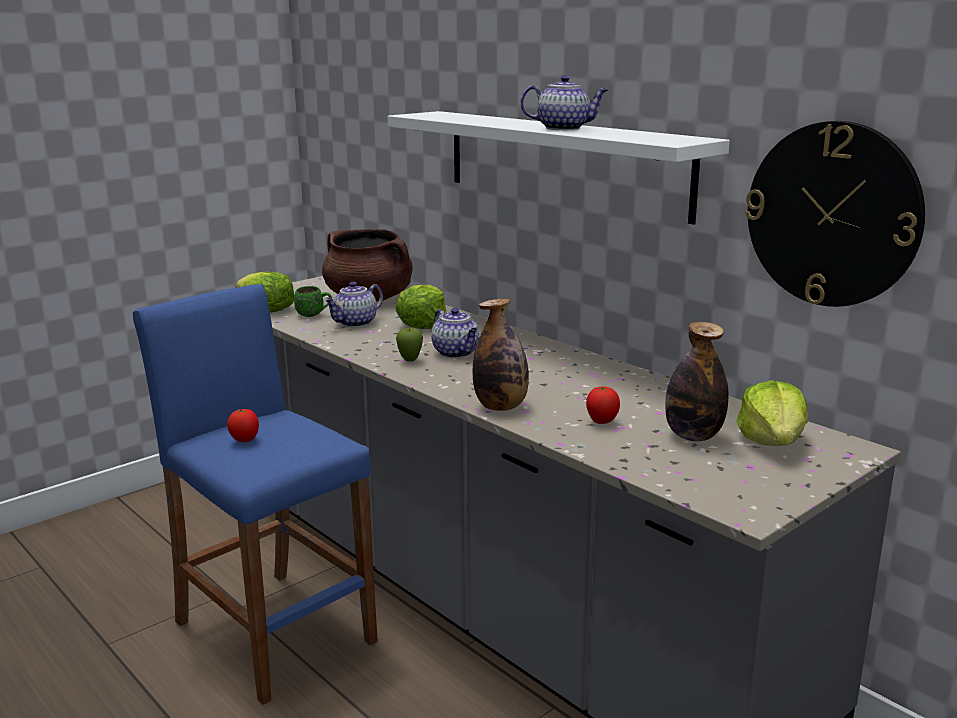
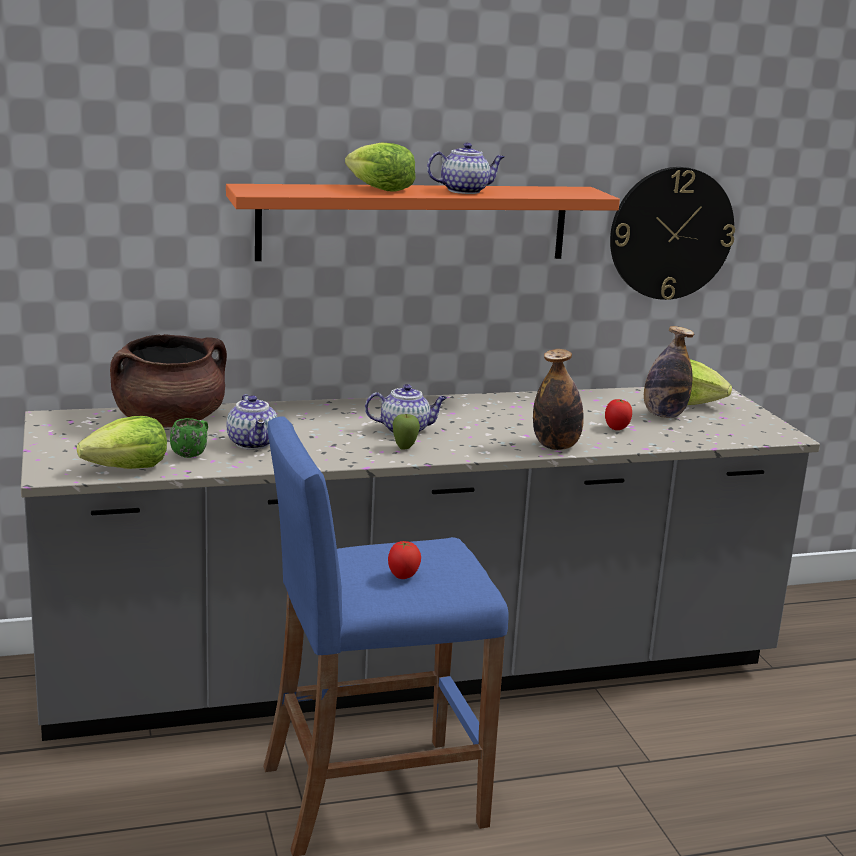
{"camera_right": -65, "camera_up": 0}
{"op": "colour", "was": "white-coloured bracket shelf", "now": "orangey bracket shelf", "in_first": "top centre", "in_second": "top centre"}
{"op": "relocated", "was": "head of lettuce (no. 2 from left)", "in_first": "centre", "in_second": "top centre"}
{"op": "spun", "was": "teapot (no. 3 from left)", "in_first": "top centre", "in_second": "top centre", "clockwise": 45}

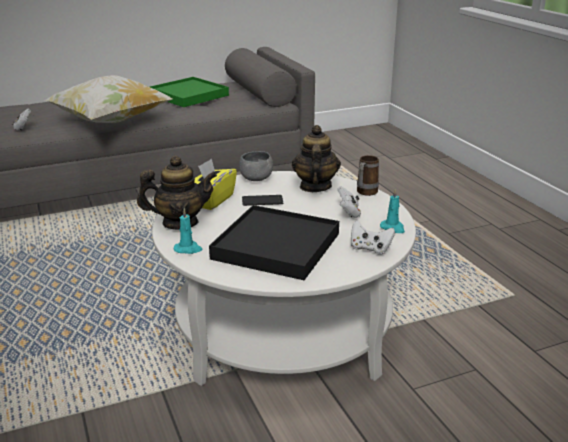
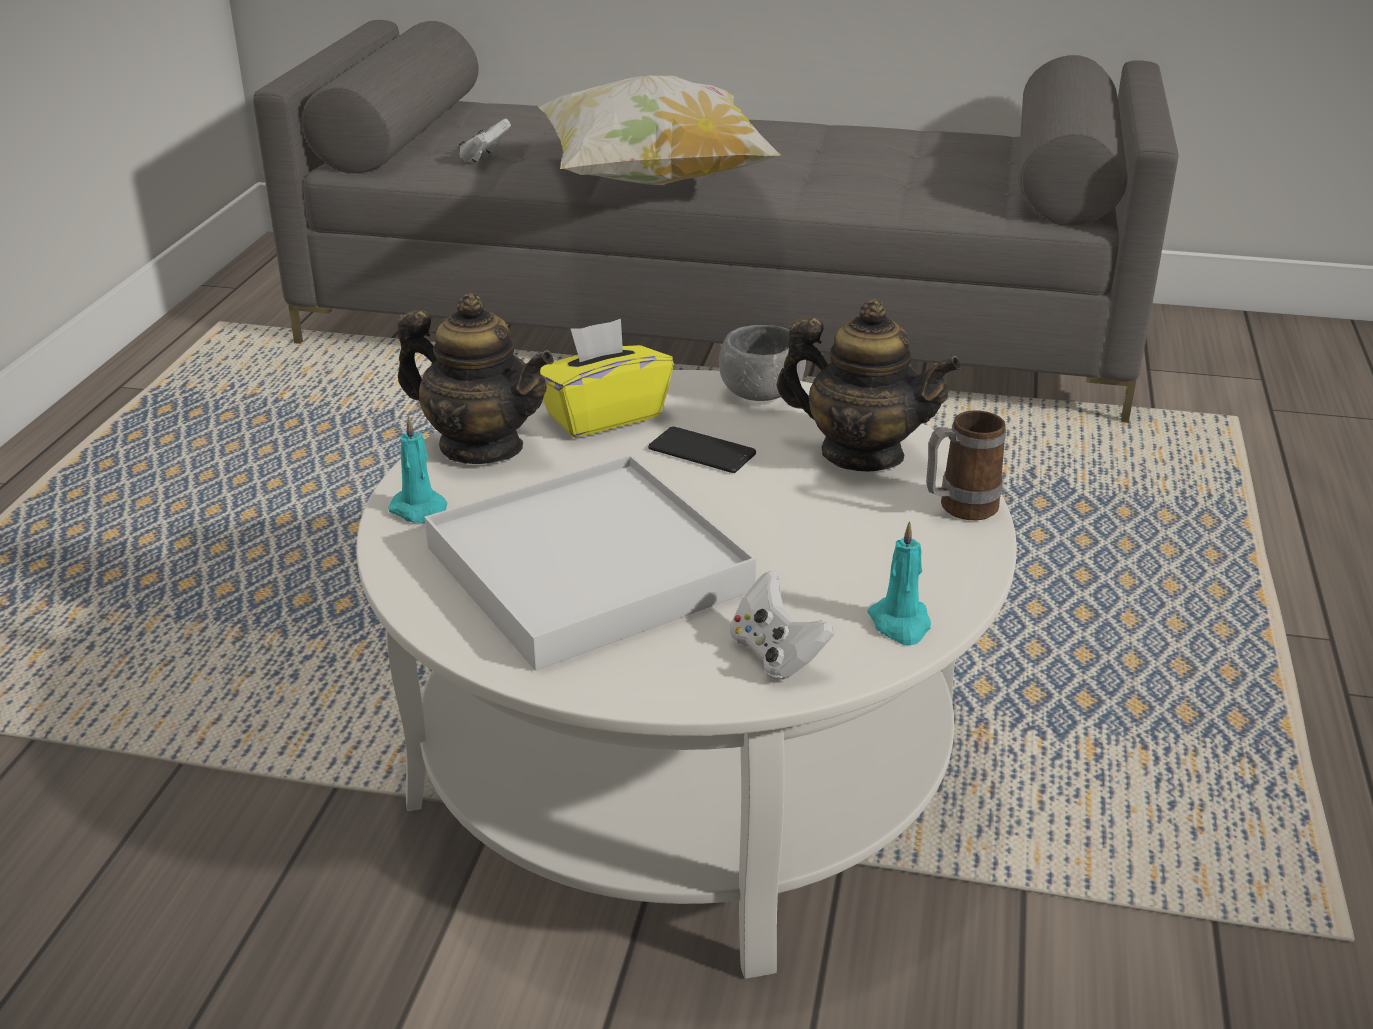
{"camera_right": 35, "camera_up": 5}
{"op": "missing", "was": "green tray", "in_first": "top left"}
{"op": "colour", "was": "blackish tray", "now": "white-coloured tray", "in_first": "centre", "in_second": "centre"}
{"op": "spun", "was": "teapot (no. 2 from left)", "in_first": "centre", "in_second": "centre", "clockwise": 75}
{"op": "missing", "was": "white-coloured game controller (no. 2 from left)", "in_first": "centre"}

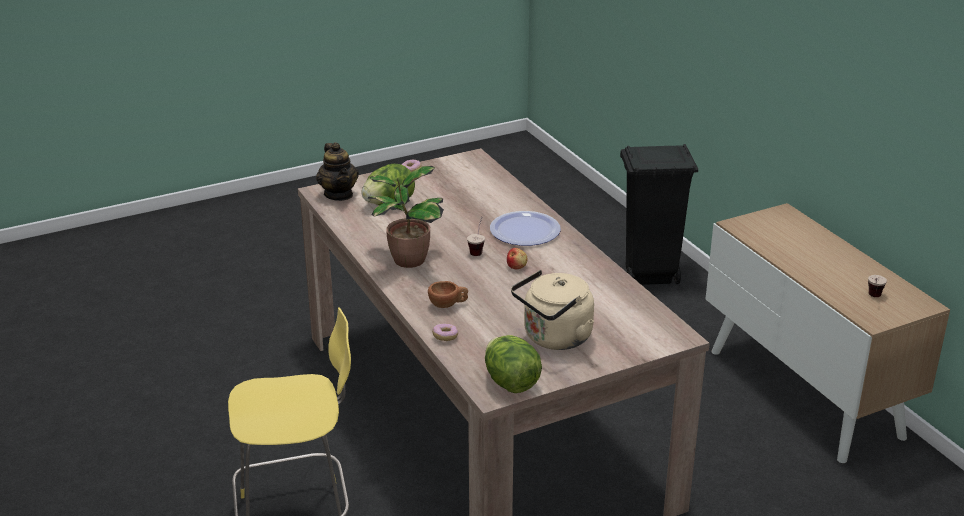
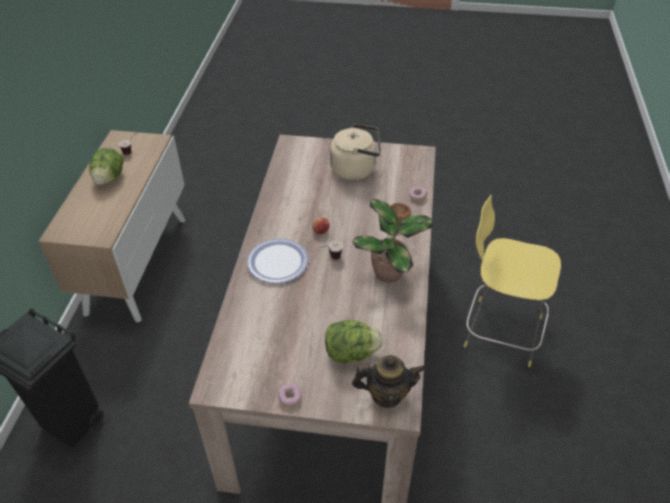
{"camera_right": -145, "camera_up": 15}
{"op": "spun", "was": "teapot", "in_first": "top centre", "in_second": "bottom centre", "clockwise": 75}
{"op": "relocated", "was": "head of lettuce (no. 2 from left in the first image)", "now": "head of lettuce (no. 1 from left)", "in_first": "bottom centre", "in_second": "top left"}

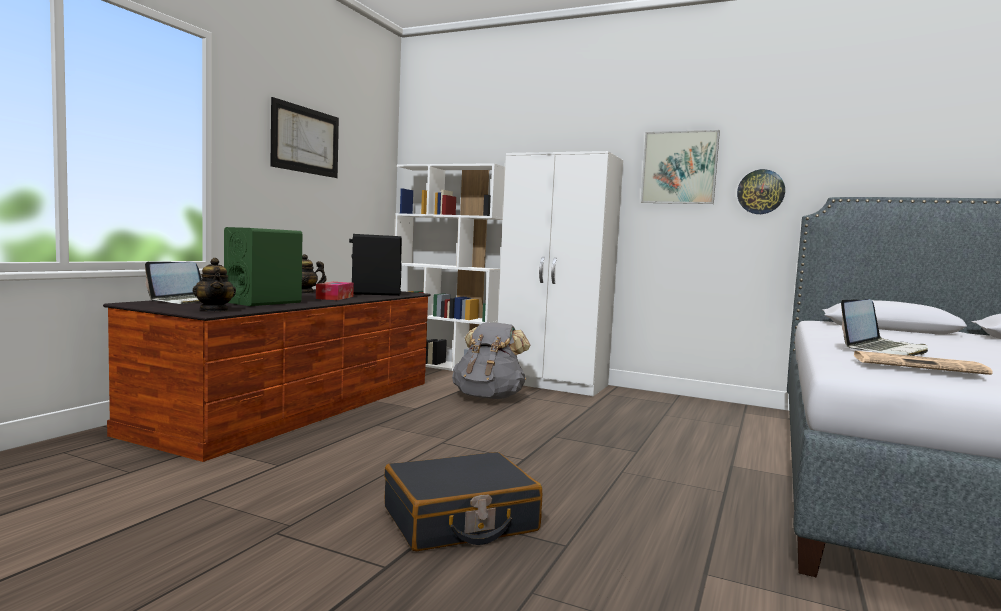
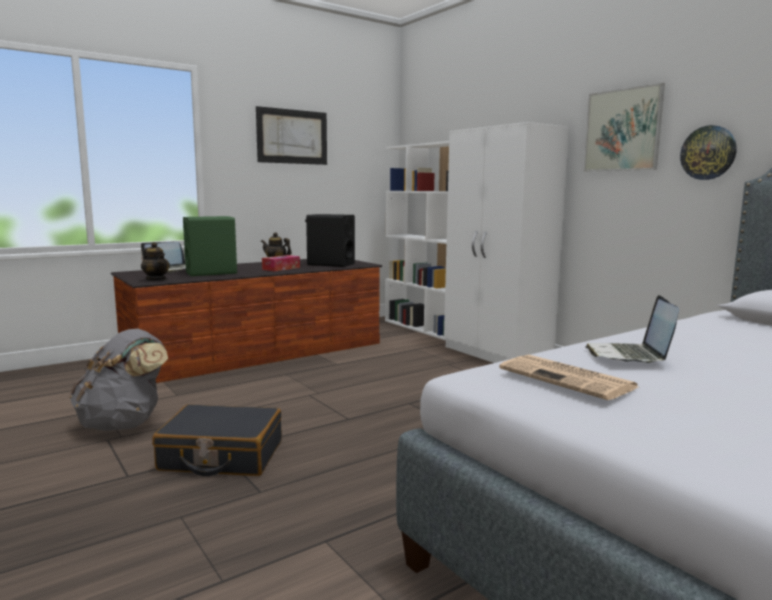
{"camera_right": 30, "camera_up": 5}
{"op": "spun", "was": "teapot (no. 1 from left)", "in_first": "middle left", "in_second": "middle left", "clockwise": -45}
{"op": "relocated", "was": "gray backpack", "in_first": "centre", "in_second": "middle left"}
{"op": "spun", "was": "notebook computer (no. 2 from left)", "in_first": "middle right", "in_second": "middle right", "clockwise": 105}

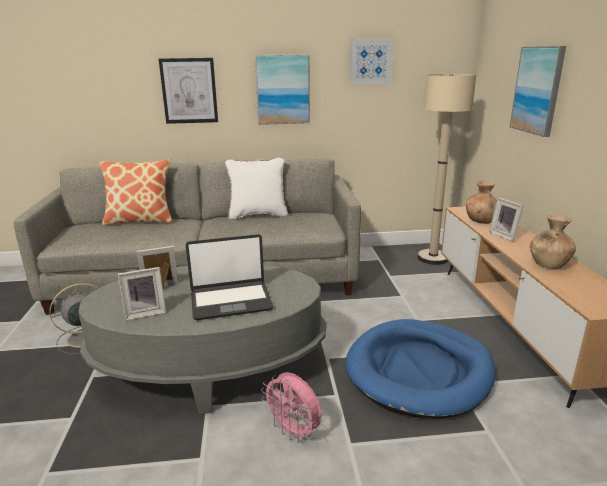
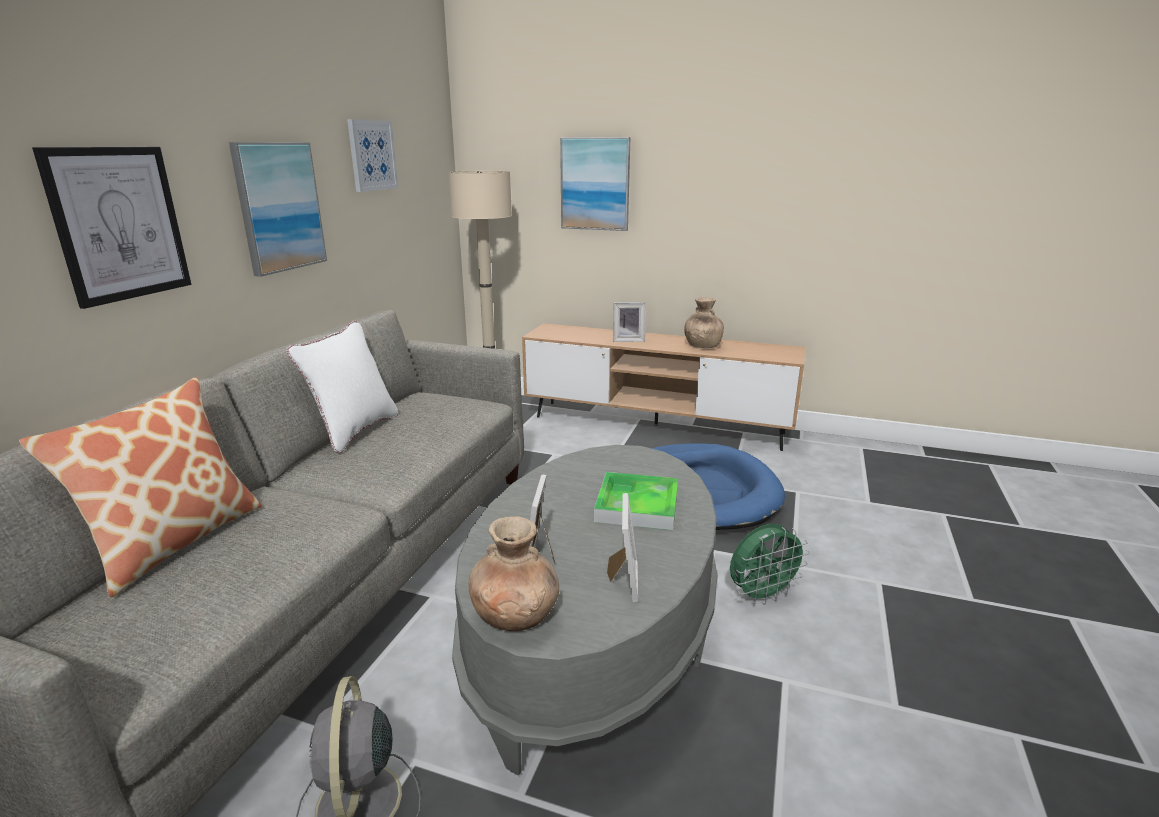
{"camera_right": -65, "camera_up": 0}
{"op": "exchanged", "was": "notebook computer", "now": "tray", "in_first": "centre", "in_second": "centre"}
{"op": "colour", "was": "pinkish cooling fan", "now": "green cooling fan", "in_first": "bottom centre", "in_second": "bottom centre"}
{"op": "relocated", "was": "brown-coloured vase (no. 1 from left)", "in_first": "middle right", "in_second": "bottom centre"}

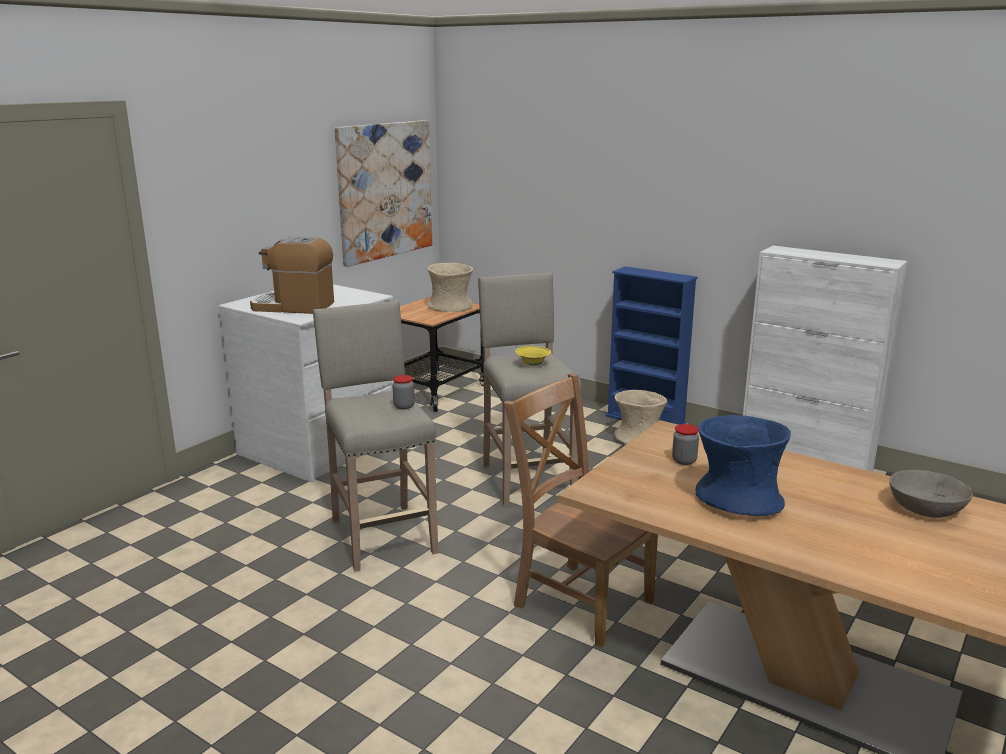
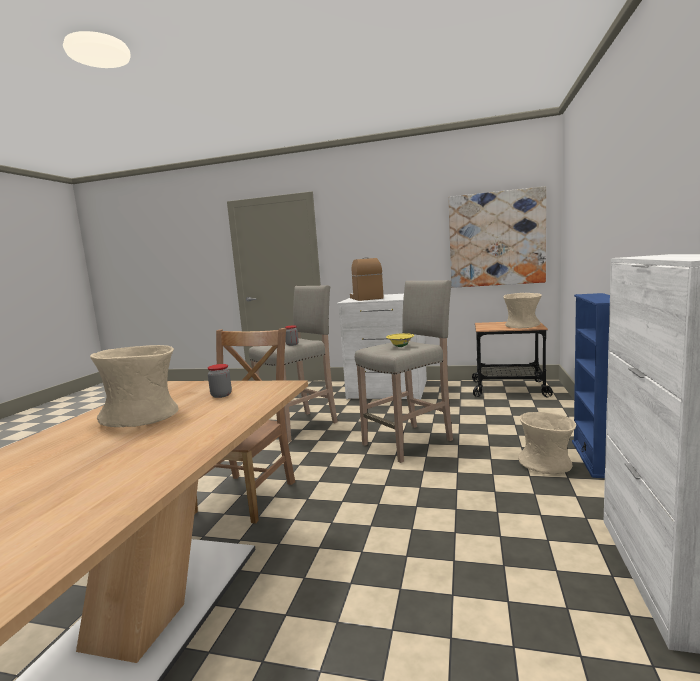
{"camera_right": 70, "camera_up": -10}
{"op": "colour", "was": "blue-coloured vase", "now": "sand-coloured vase (no. 1 from left)", "in_first": "middle right", "in_second": "middle left"}
{"op": "missing", "was": "gray bowl", "in_first": "middle right"}

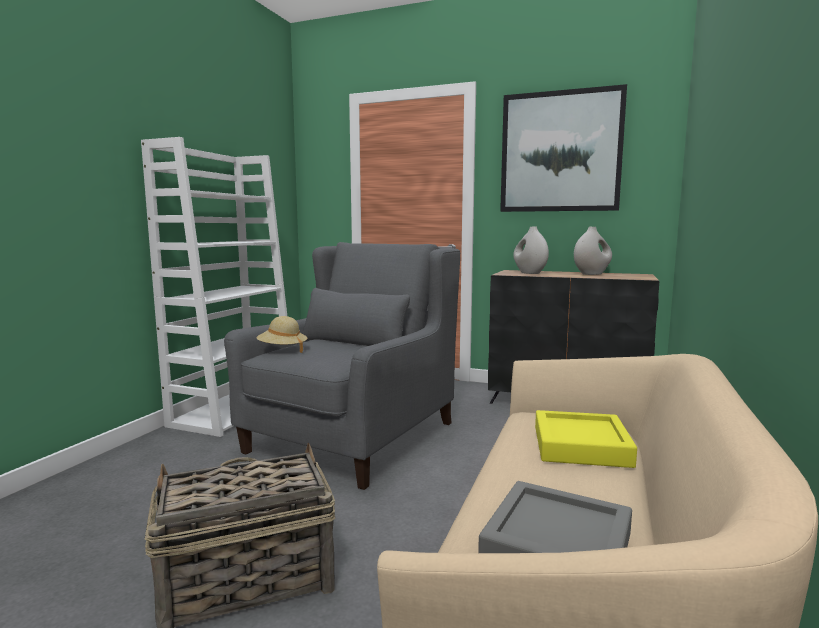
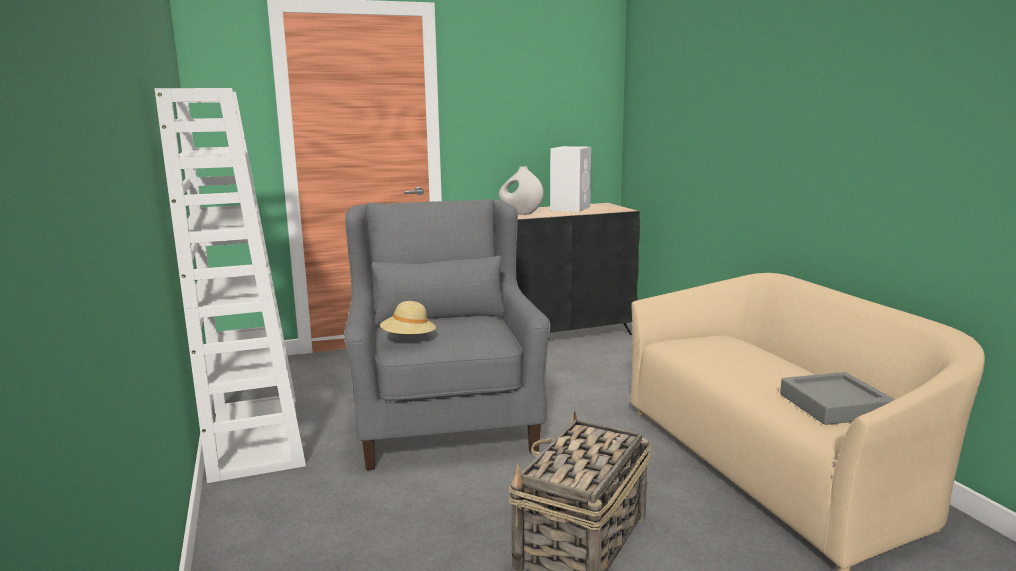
{"camera_right": -40, "camera_up": 5}
{"op": "missing", "was": "picture", "in_first": "top right"}
{"op": "missing", "was": "yellow-coloured tray", "in_first": "bottom right"}
{"op": "exchanged", "was": "white-coloured vase (no. 2 from left)", "now": "white-coloured loudspeaker", "in_first": "middle right", "in_second": "top centre"}

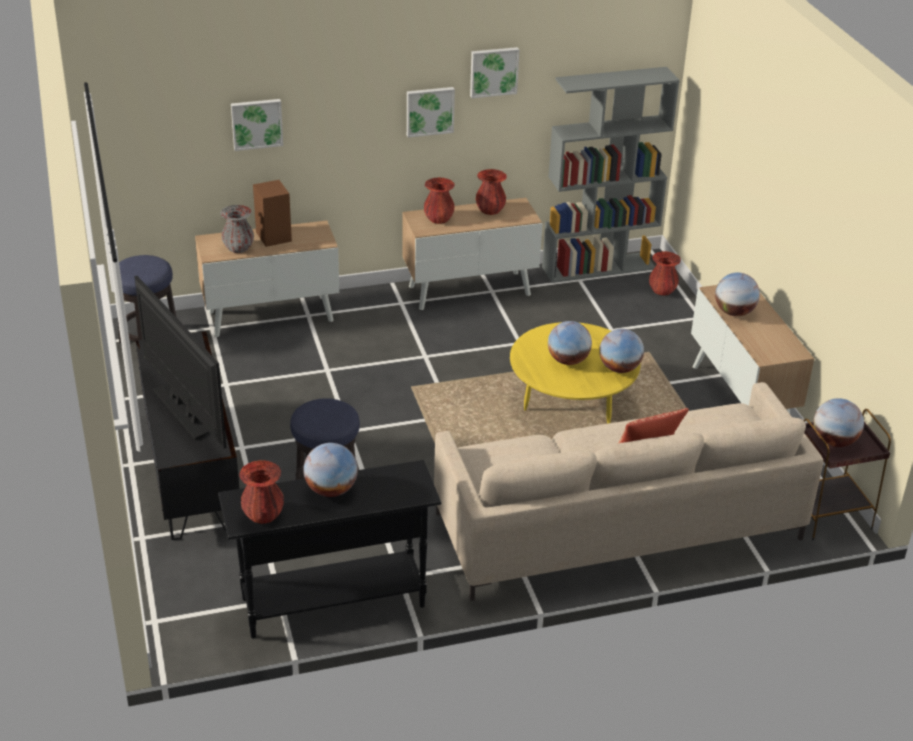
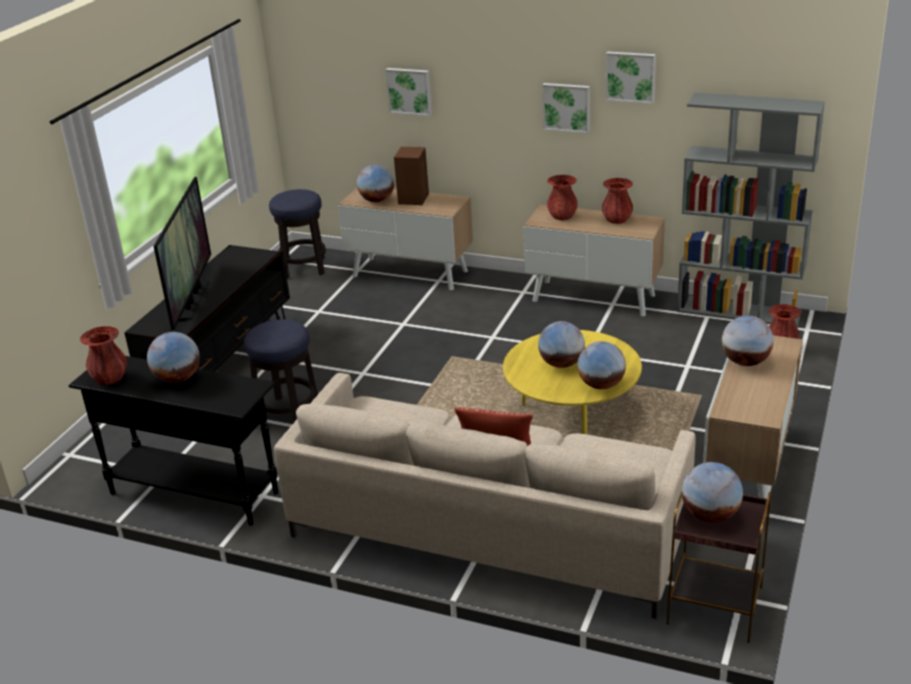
{"camera_right": 40, "camera_up": -5}
{"op": "exchanged", "was": "gray vase", "now": "desk globe (no. 2 from left)", "in_first": "top left", "in_second": "top centre"}

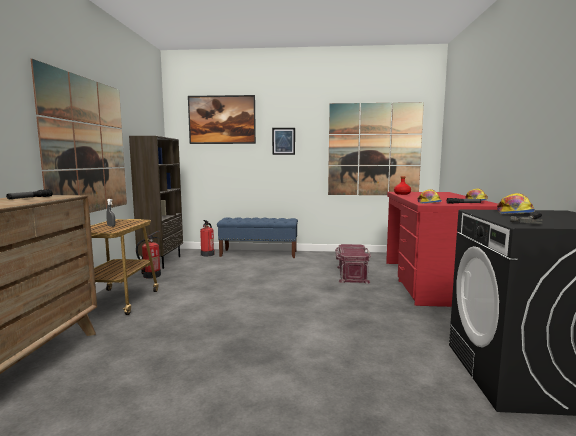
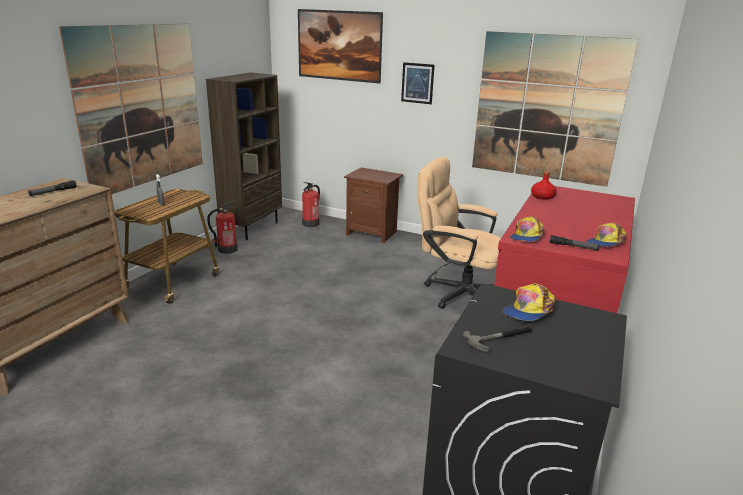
{"camera_right": 20, "camera_up": 15}
{"op": "exchanged", "was": "blue-coloured long seat", "now": "brown-coloured bedside table", "in_first": "centre", "in_second": "centre"}
{"op": "exchanged", "was": "red storage box", "now": "sand-coloured office chair", "in_first": "centre", "in_second": "centre"}

